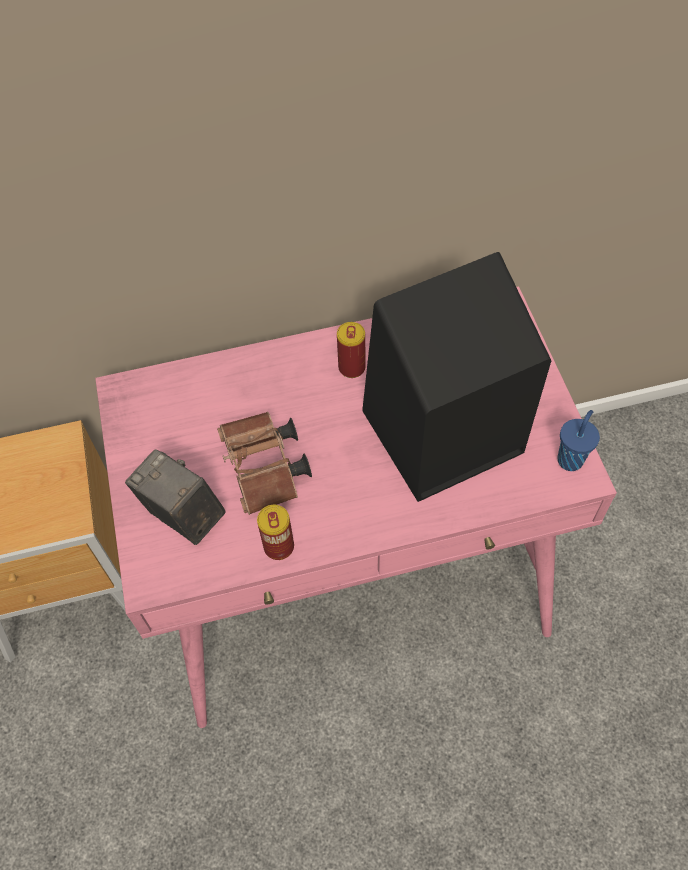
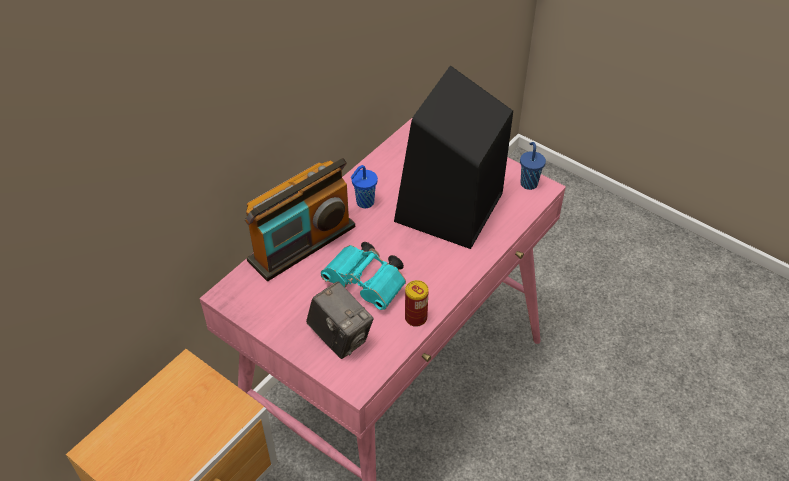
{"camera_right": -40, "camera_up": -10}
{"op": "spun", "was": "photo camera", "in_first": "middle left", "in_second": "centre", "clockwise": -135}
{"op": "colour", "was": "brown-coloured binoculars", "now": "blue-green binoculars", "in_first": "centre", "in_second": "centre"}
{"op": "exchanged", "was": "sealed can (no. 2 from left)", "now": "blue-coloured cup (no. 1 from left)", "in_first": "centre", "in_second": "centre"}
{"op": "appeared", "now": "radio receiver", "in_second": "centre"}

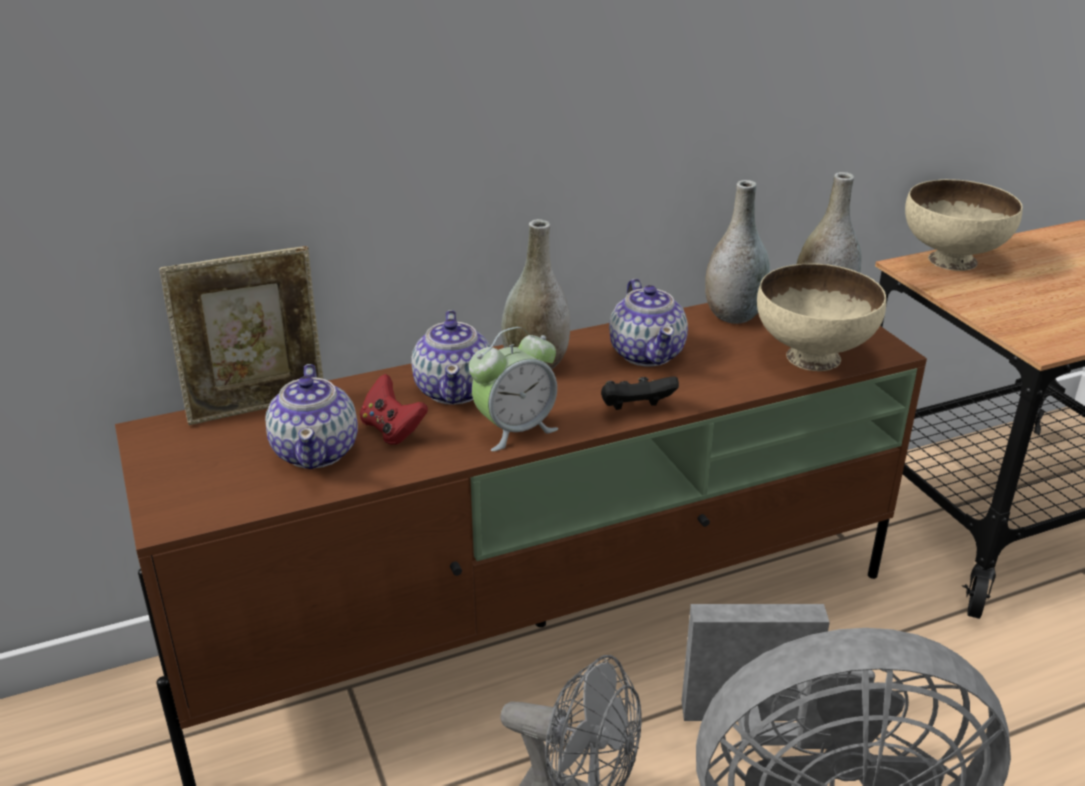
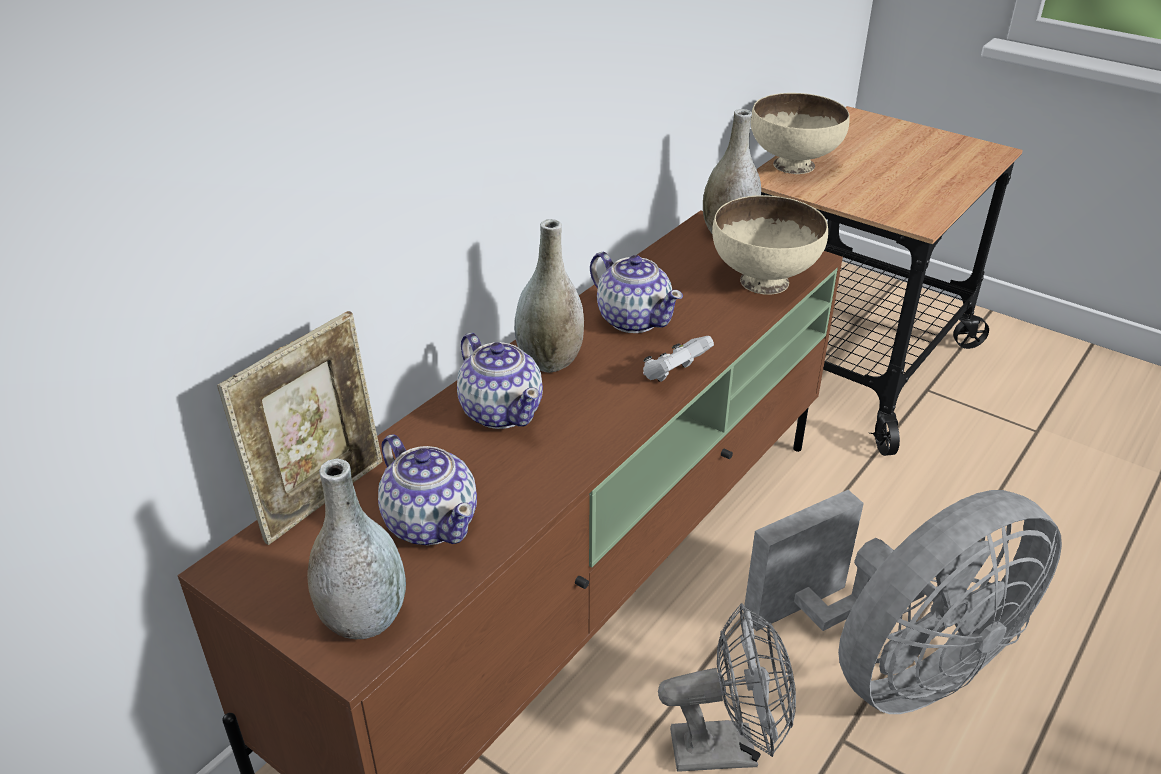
{"camera_right": -30, "camera_up": 5}
{"op": "missing", "was": "red game controller", "in_first": "centre"}
{"op": "missing", "was": "bedside clock", "in_first": "centre"}
{"op": "colour", "was": "blackish game controller", "now": "white-coloured game controller", "in_first": "centre", "in_second": "centre"}
{"op": "relocated", "was": "gray vase (no. 2 from left in the first image)", "now": "gray vase (no. 1 from left)", "in_first": "top right", "in_second": "bottom left"}

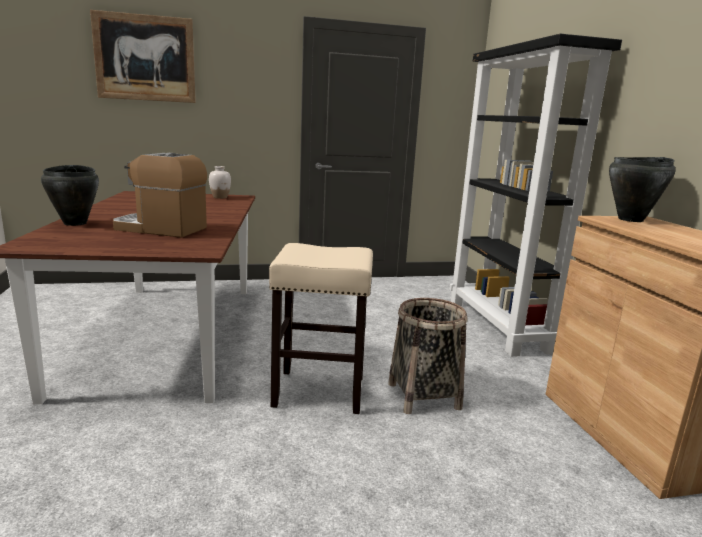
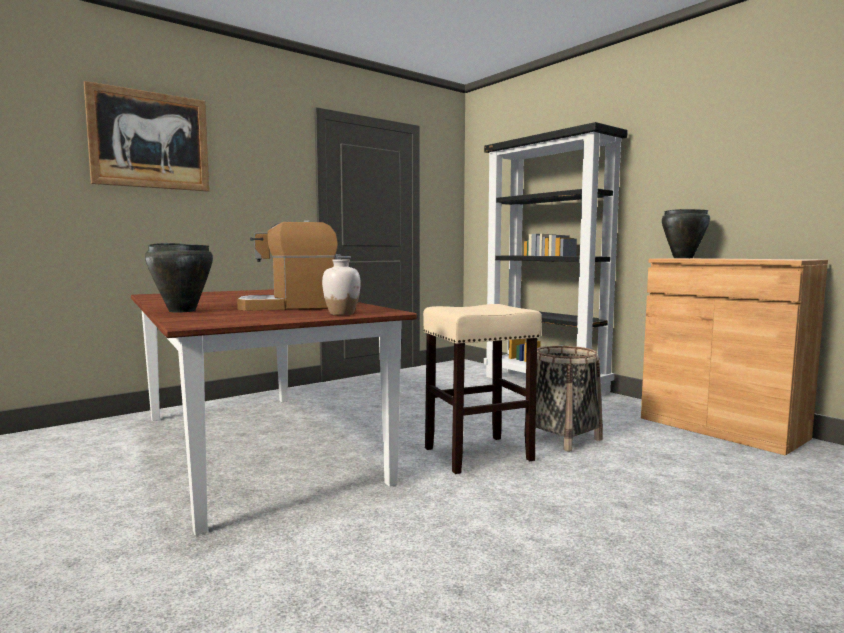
{"camera_right": -25, "camera_up": -10}
{"op": "relocated", "was": "white-coloured vase", "in_first": "middle left", "in_second": "centre"}

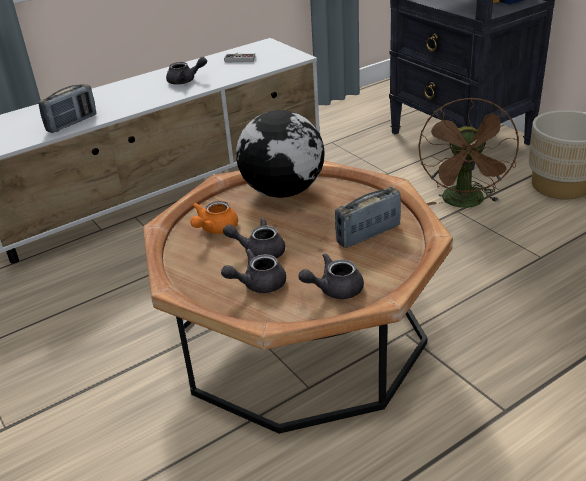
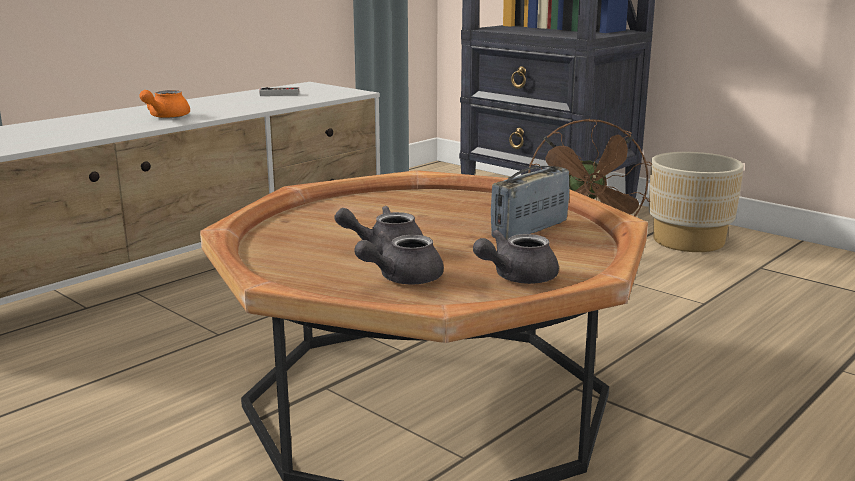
{"camera_right": -15, "camera_up": -15}
{"op": "missing", "was": "radio receiver (no. 1 from left)", "in_first": "top left"}
{"op": "missing", "was": "gray teapot (no. 1 from left)", "in_first": "top left"}
{"op": "relocated", "was": "orangey teapot", "in_first": "centre", "in_second": "top left"}
{"op": "missing", "was": "desk globe", "in_first": "top centre"}

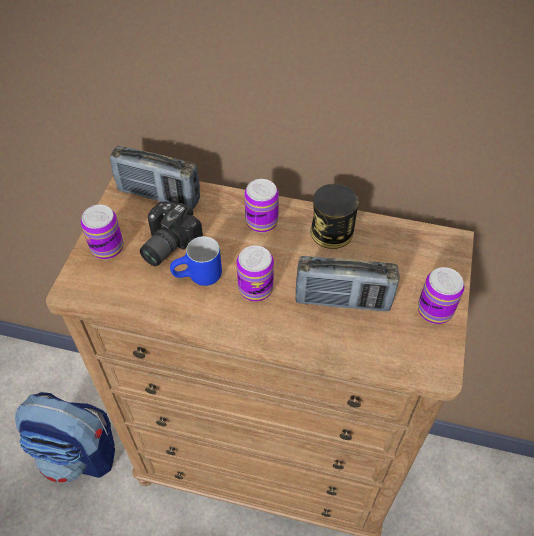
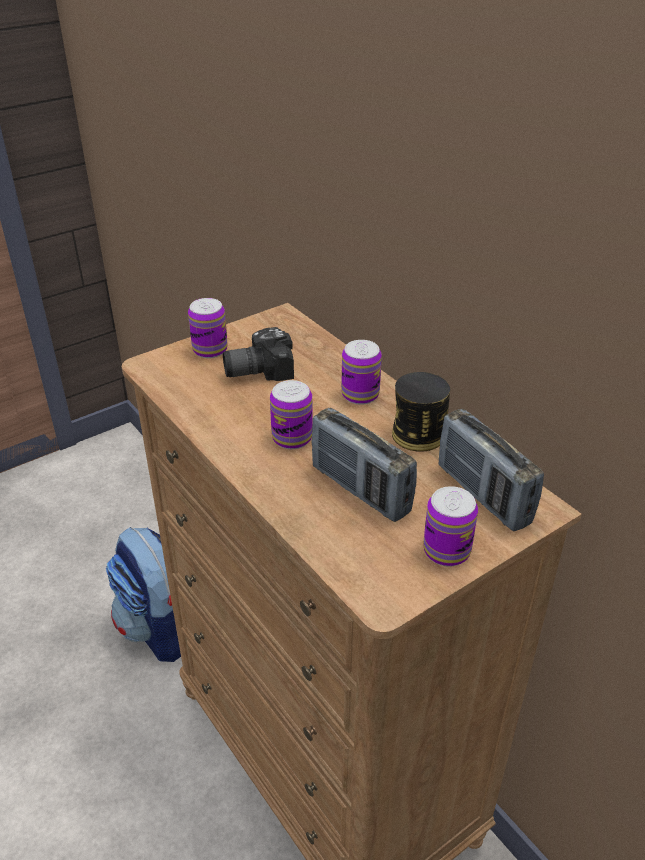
{"camera_right": 40, "camera_up": -15}
{"op": "relocated", "was": "radio receiver (no. 1 from left in the first image)", "now": "radio receiver (no. 2 from left)", "in_first": "top left", "in_second": "middle right"}
{"op": "missing", "was": "blue-coloured coffee mug", "in_first": "centre"}

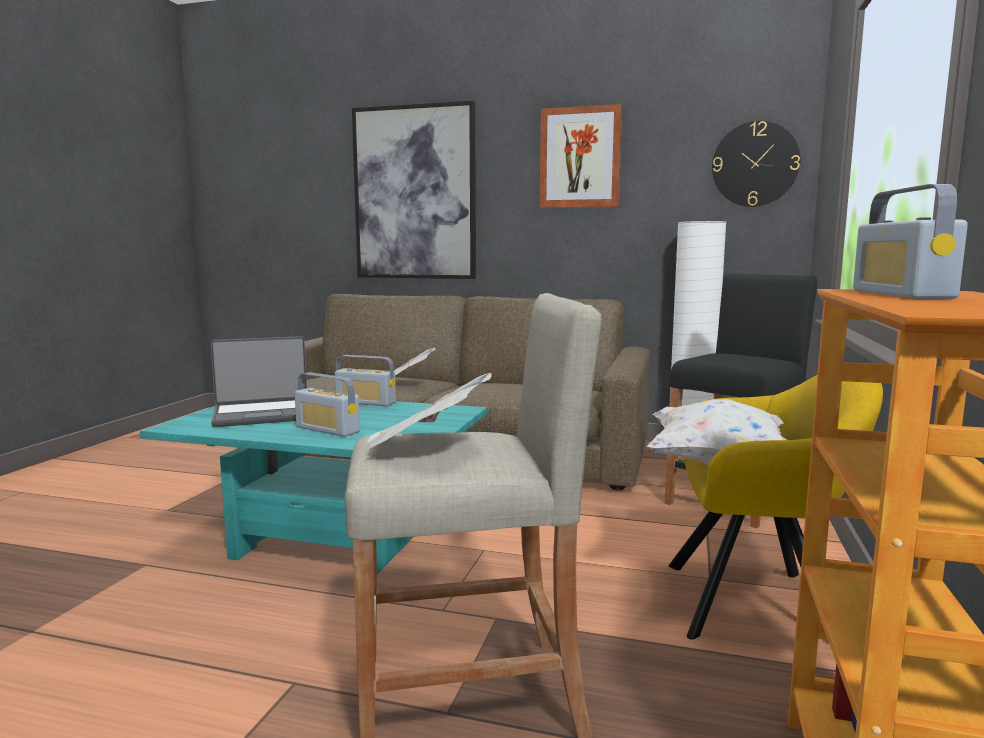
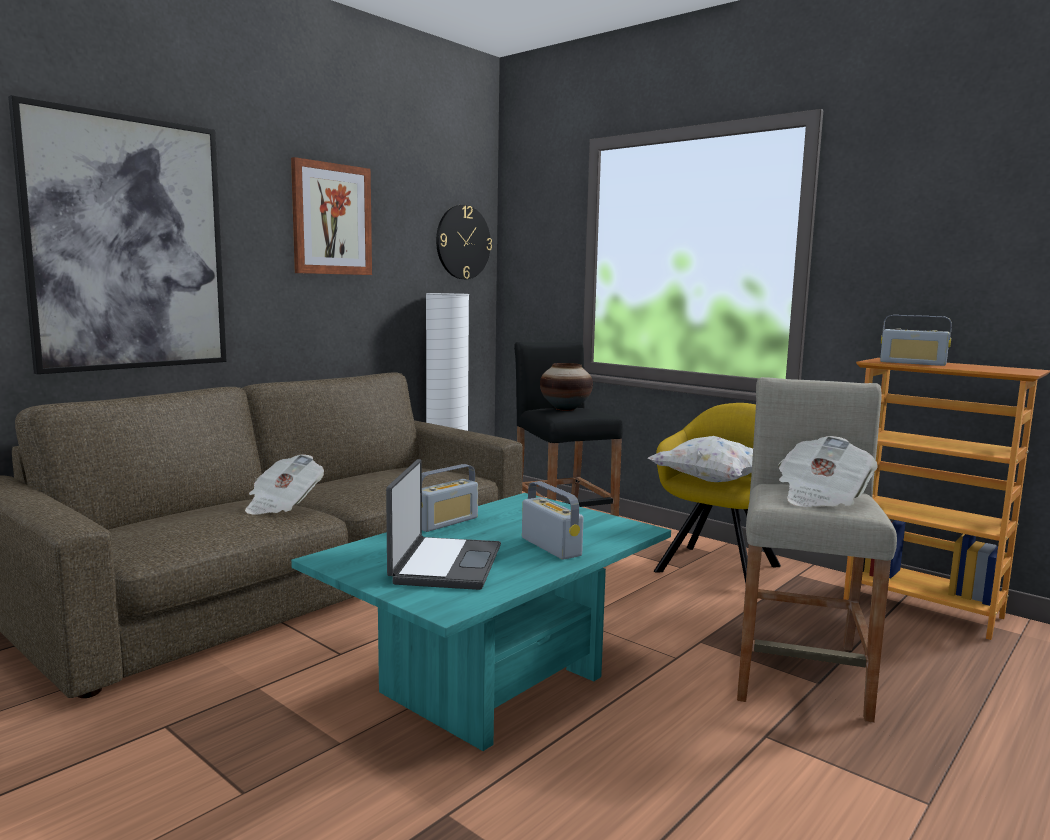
{"camera_right": -65, "camera_up": 0}
{"op": "spun", "was": "radio receiver (no. 1 from left in the first image)", "in_first": "middle left", "in_second": "centre", "clockwise": -90}
{"op": "appeared", "now": "vase", "in_second": "centre"}

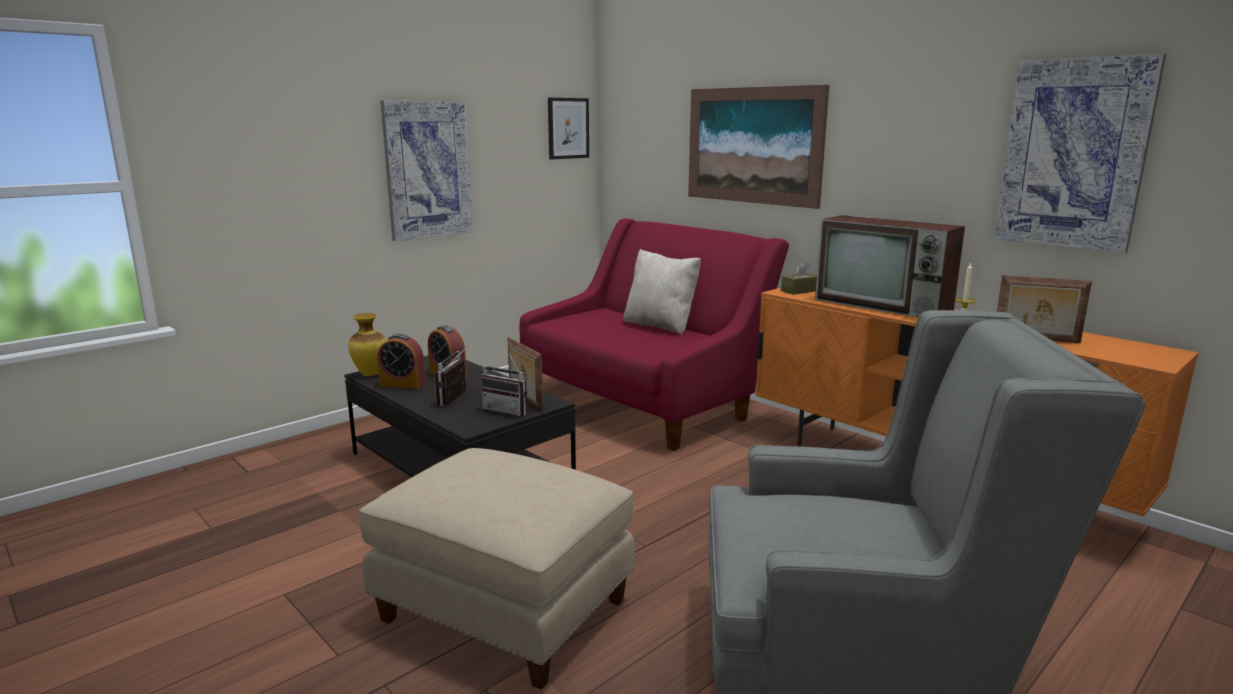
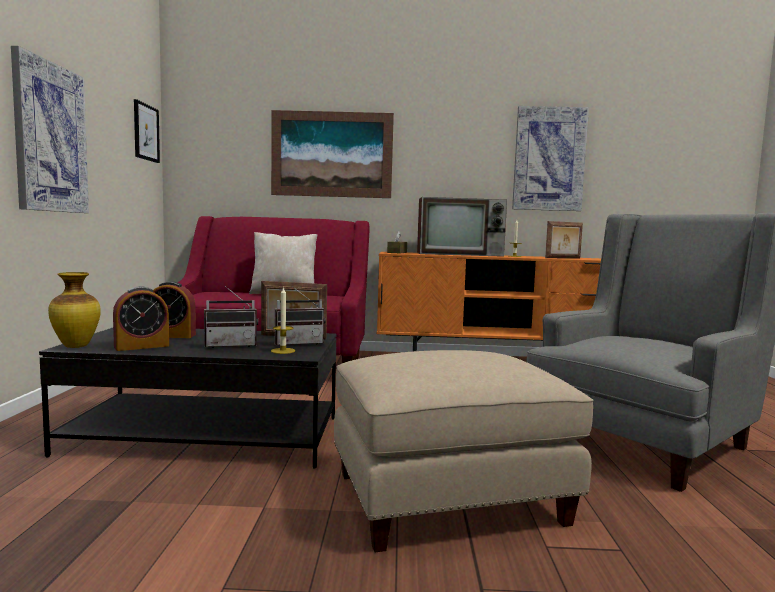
{"camera_right": -45, "camera_up": -10}
{"op": "spun", "was": "radio receiver (no. 1 from left)", "in_first": "centre", "in_second": "middle left", "clockwise": -75}
{"op": "appeared", "now": "wax light (no. 1 from left)", "in_second": "centre"}

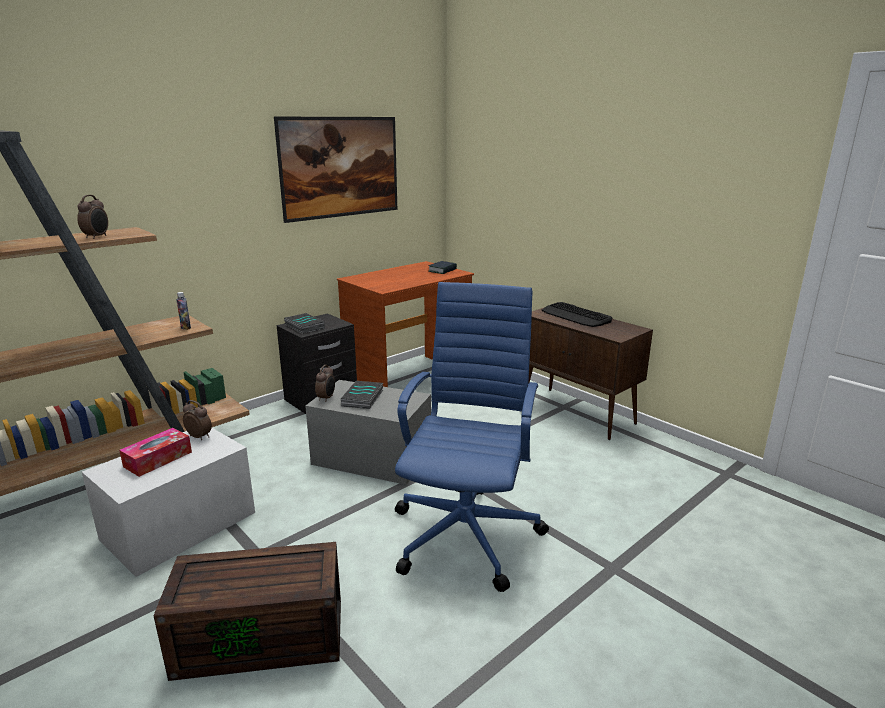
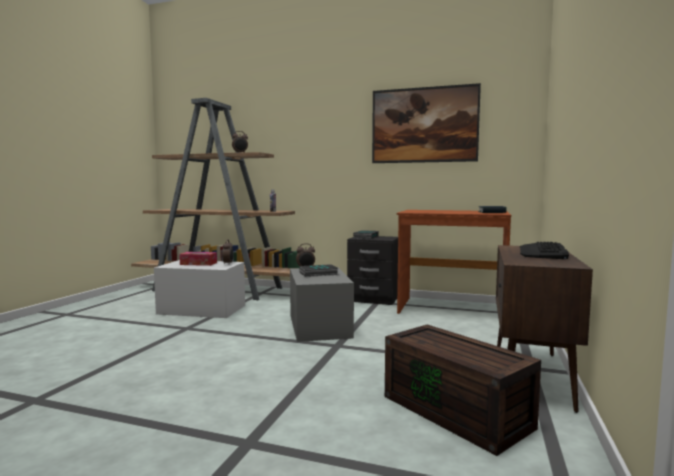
{"camera_right": 60, "camera_up": -15}
{"op": "relocated", "was": "brown-coloured storage box", "in_first": "bottom left", "in_second": "bottom right"}
{"op": "missing", "was": "blue-coloured office chair", "in_first": "centre"}

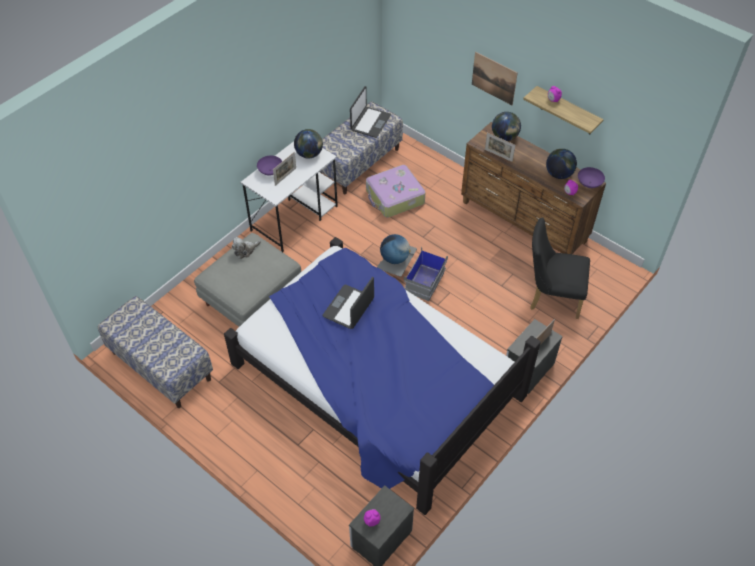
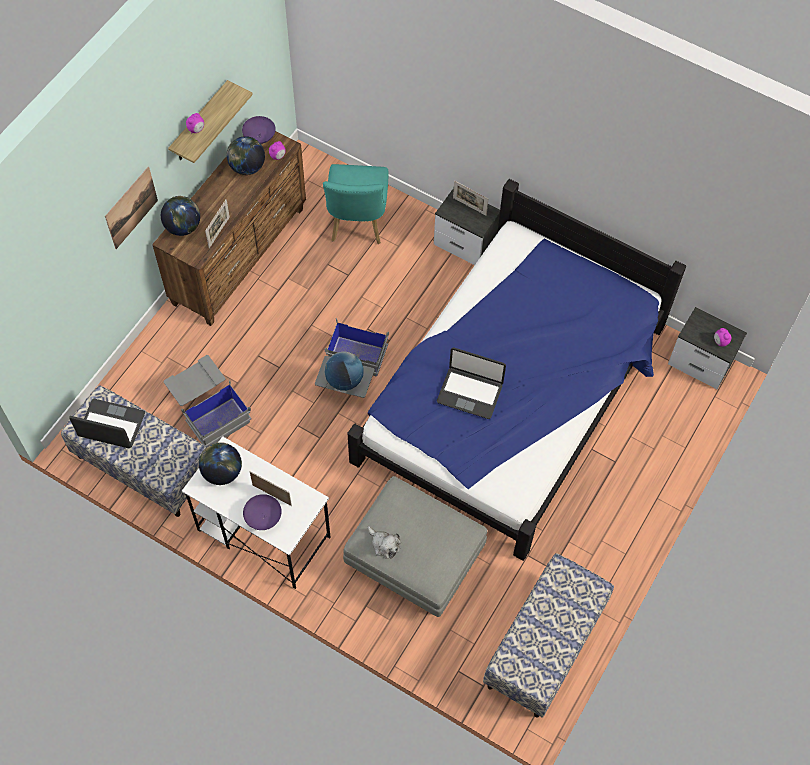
{"camera_right": -100, "camera_up": 10}
{"op": "exchanged", "was": "suitcase", "now": "gray storage box (no. 1 from left)", "in_first": "centre", "in_second": "middle left"}
{"op": "colour", "was": "blackish chair", "now": "blue-green chair", "in_first": "middle right", "in_second": "top centre"}

